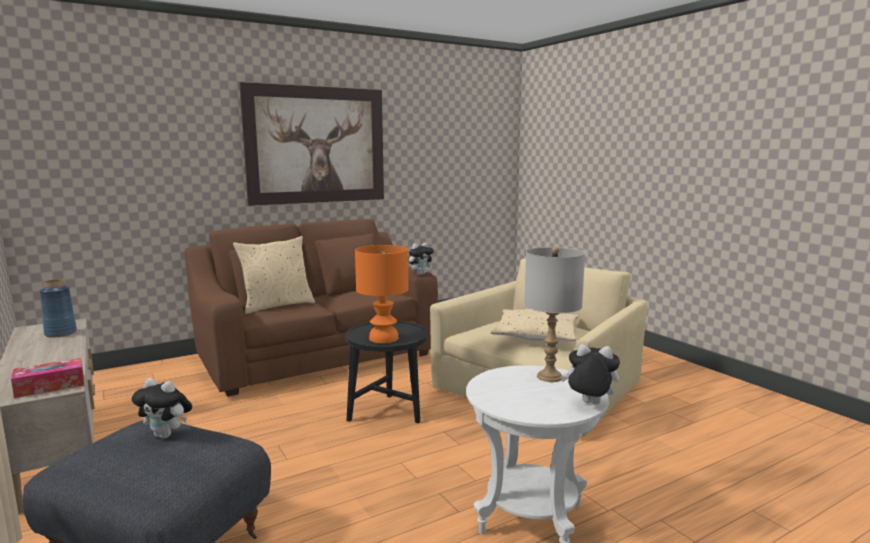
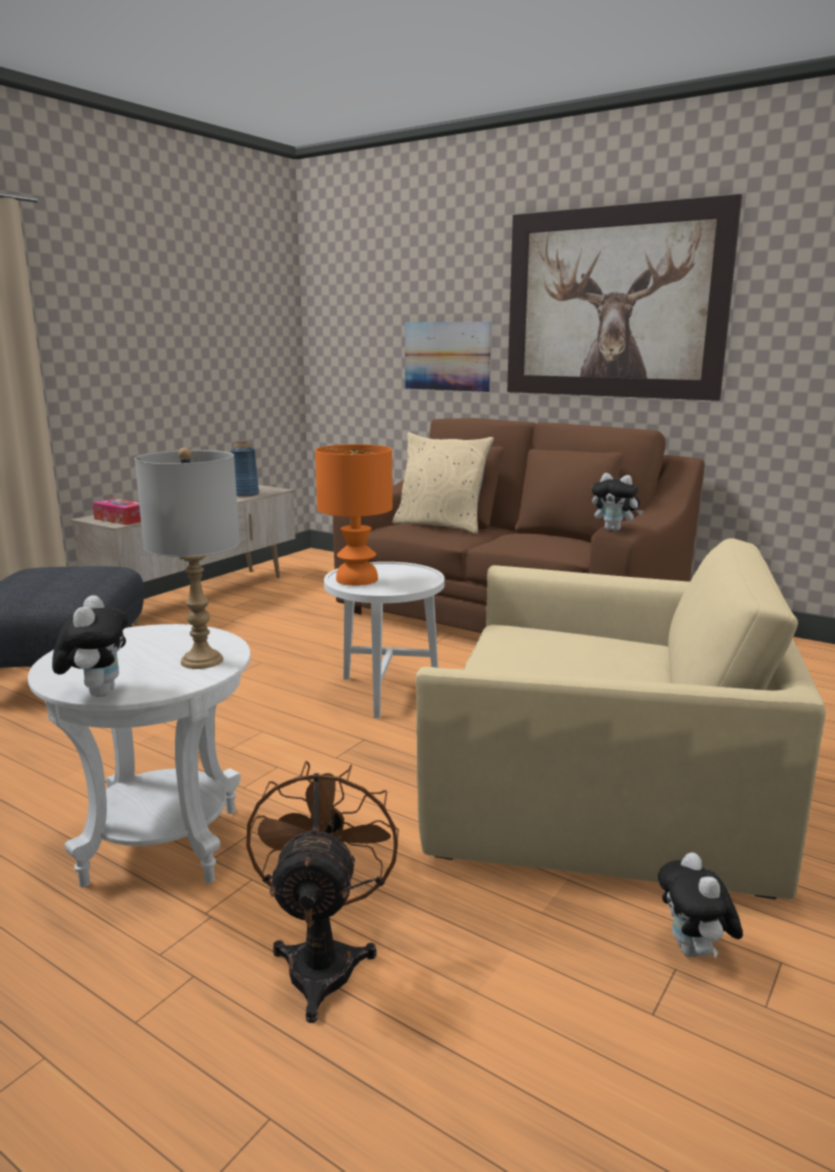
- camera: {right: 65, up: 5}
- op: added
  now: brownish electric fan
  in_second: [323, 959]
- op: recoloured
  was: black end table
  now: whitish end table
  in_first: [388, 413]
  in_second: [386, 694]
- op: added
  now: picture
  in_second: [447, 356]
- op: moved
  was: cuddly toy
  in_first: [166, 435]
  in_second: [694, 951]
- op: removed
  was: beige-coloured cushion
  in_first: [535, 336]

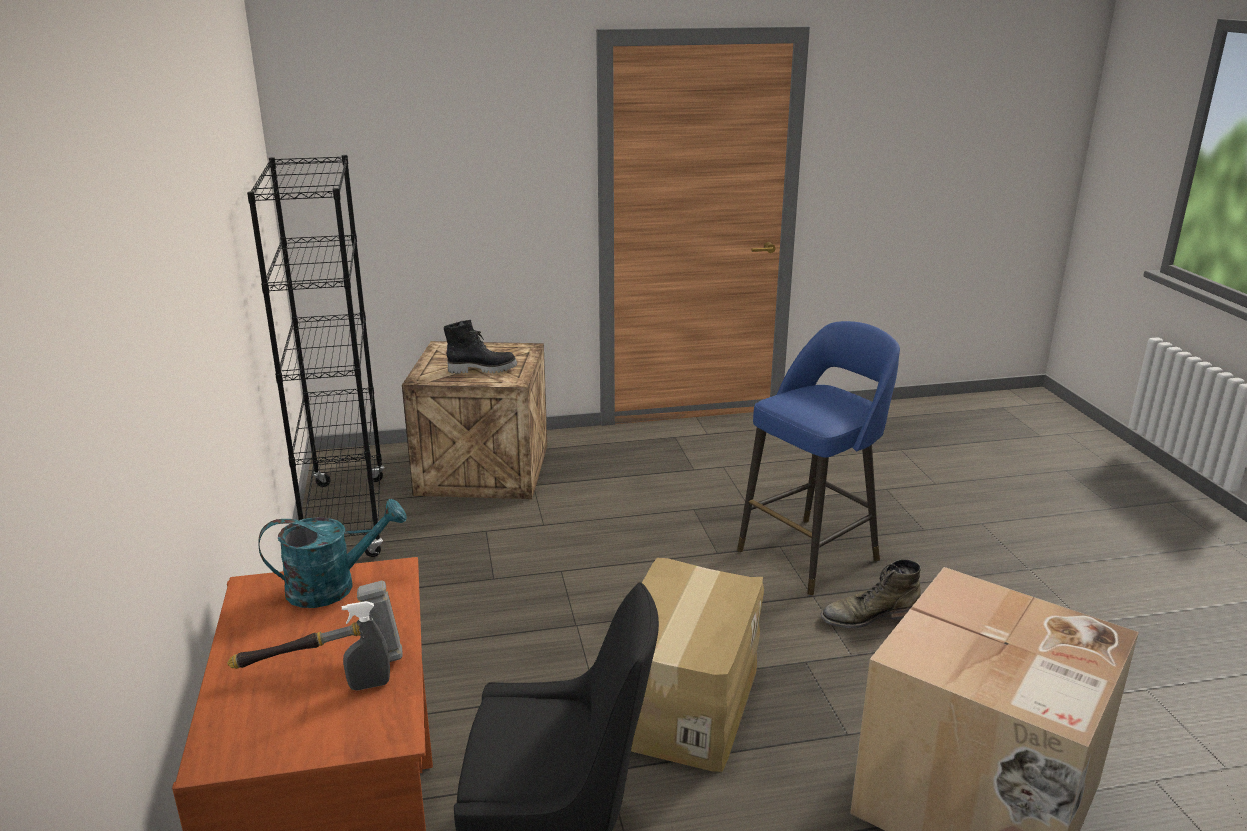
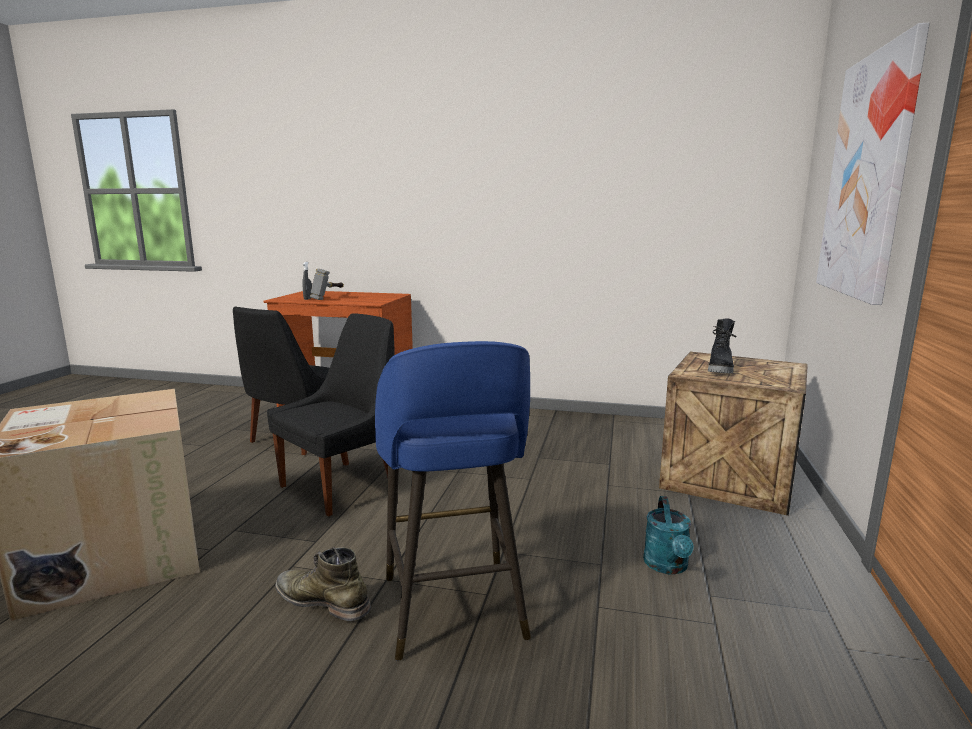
- camera: {right: 115, up: -10}
- op: replaced
  was: cardboard box
  now: black plain chair
  in_first: [684, 702]
  in_second: [342, 486]
- op: turned
  was: green boot
  in_first: [868, 615]
  in_second: [322, 600]
  clockwise: -75
- op: moved
  was: turquoise watering pot
  in_first: [333, 586]
  in_second: [667, 567]
- op: added
  now: picture
  in_second: [868, 177]
- op: removed
  was: black shelving unit
  in_first: [346, 519]

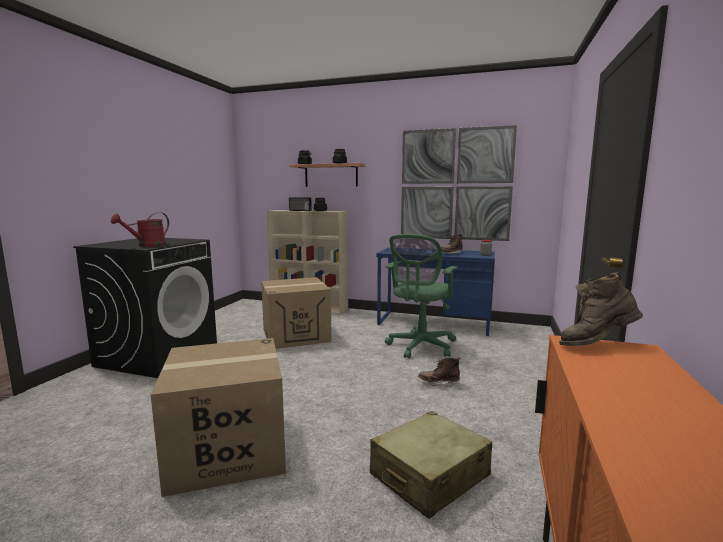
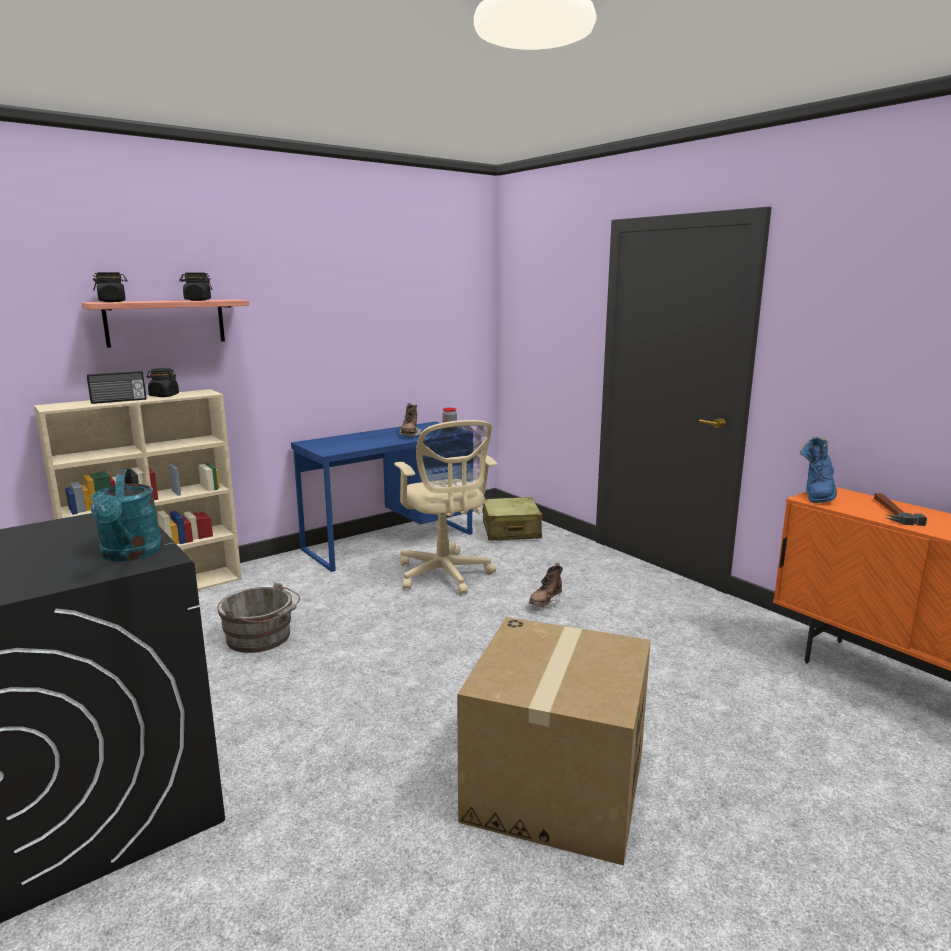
- camera: {right: -55, up: 5}
- op: recoloured
  was: red watering pot
  now: turquoise watering pot
  in_first: [147, 246]
  in_second: [130, 554]
- op: replaced
  was: cardboard box
  now: greyish water bucket
  in_first: [296, 335]
  in_second: [262, 638]
- op: recoloured
  was: green computer chair
  now: beige-coloured computer chair
  in_first: [420, 347]
  in_second: [445, 576]
- op: moved
  was: beige-coloured suitcase
  in_first: [429, 476]
  in_second: [510, 530]
- op: recoloured
  was: brownish boot
  now: blue boot
  in_first: [596, 344]
  in_second: [817, 495]
- op: added
  now: hand hammer
  in_second: [891, 511]
- op: removed
  was: picture
  in_first: [455, 185]

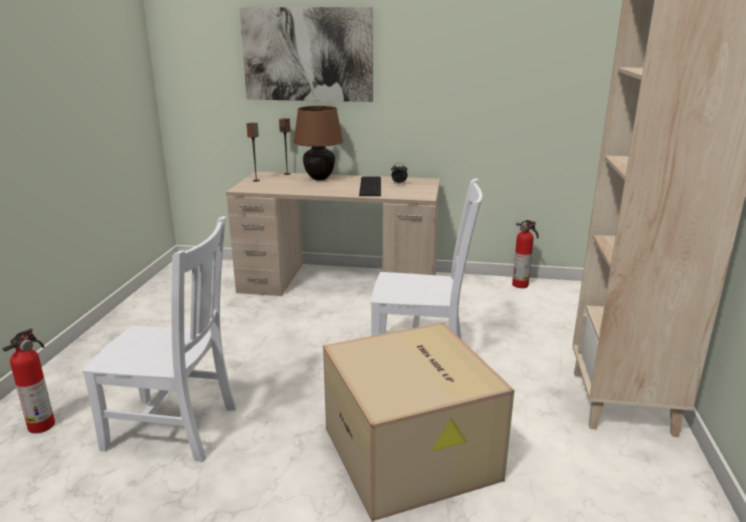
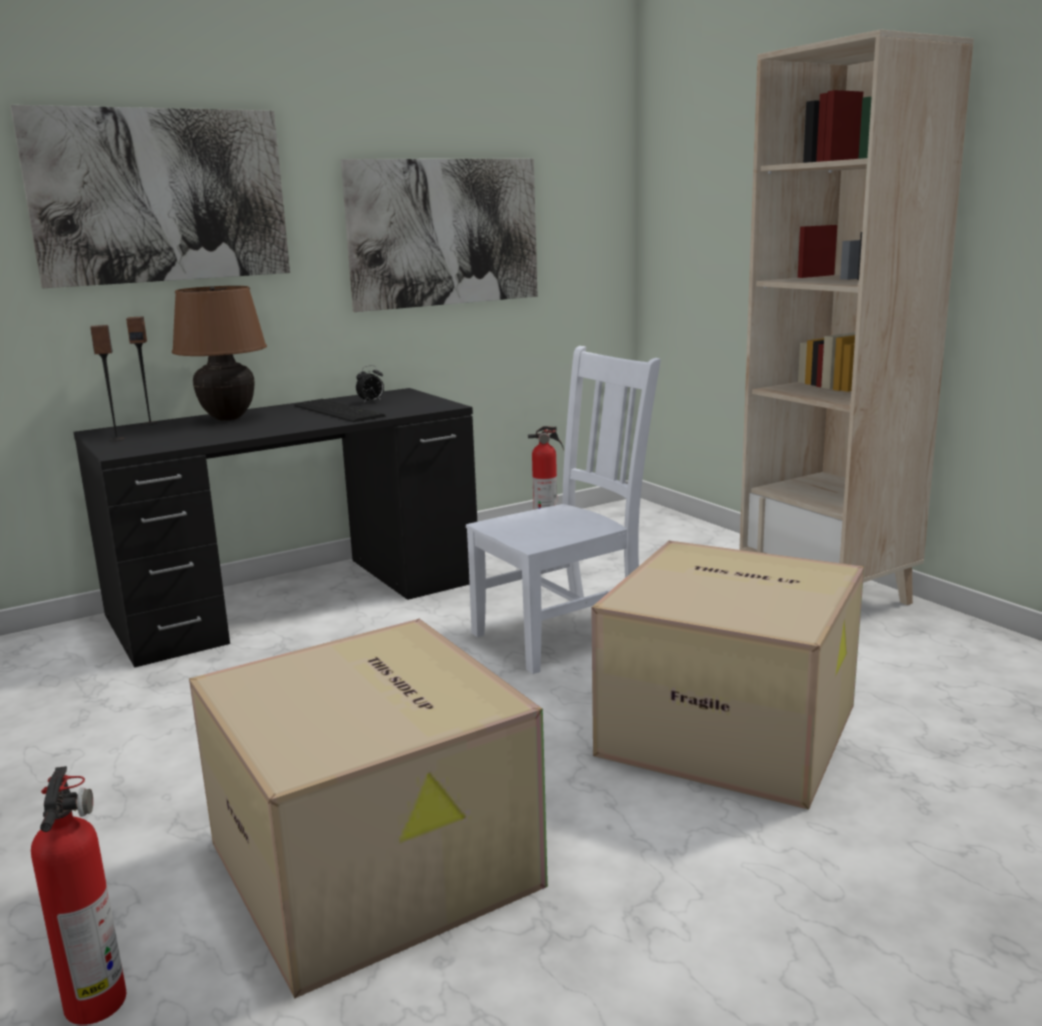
- camera: {right: -40, up: -5}
- op: recoloured
  was: beige-coloured desk unit
  now: black desk unit
  in_first: [340, 283]
  in_second: [299, 598]
- op: replaced
  was: whitish plain chair
  now: cardboard box
  in_first: [176, 428]
  in_second: [378, 865]
- op: added
  now: picture
  in_second: [444, 232]

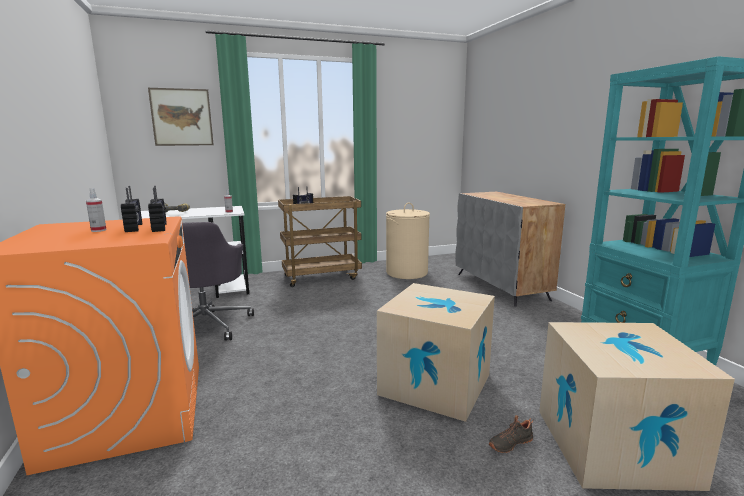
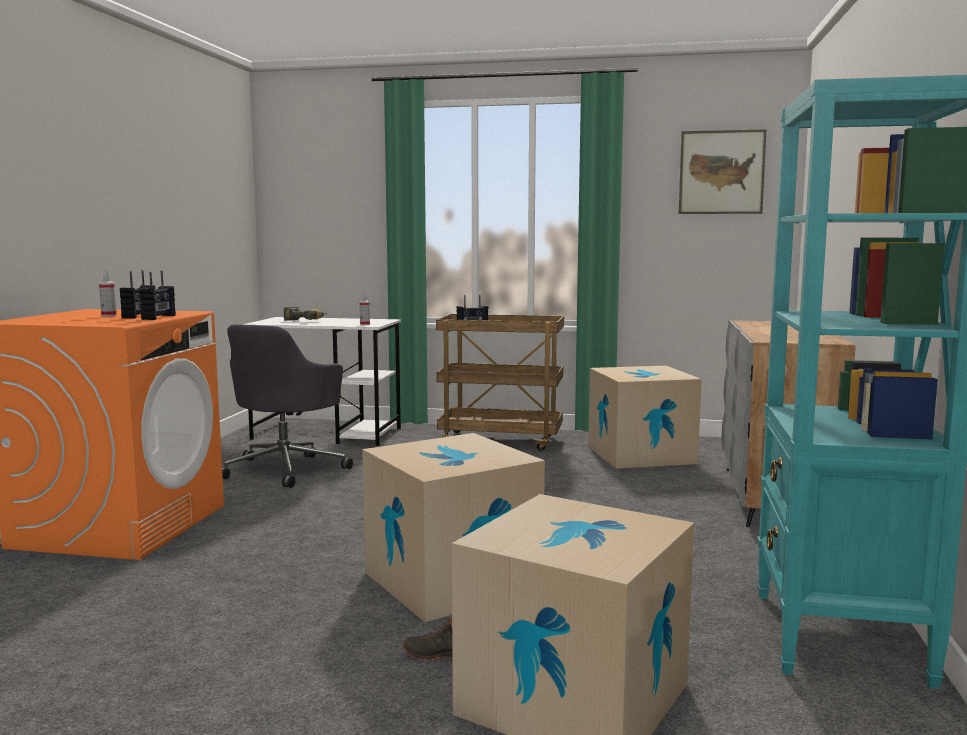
- camera: {right: 30, up: -5}
- op: replaced
  was: beige-coloured hamper
  now: cardboard box
  in_first: [407, 273]
  in_second: [641, 455]
- op: moved
  was: picture
  in_first: [182, 117]
  in_second: [721, 172]

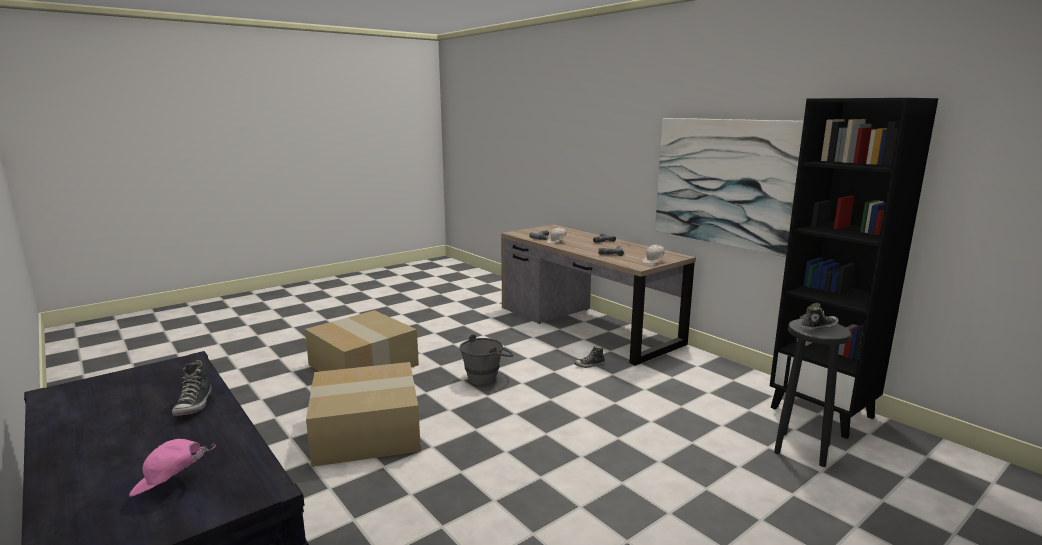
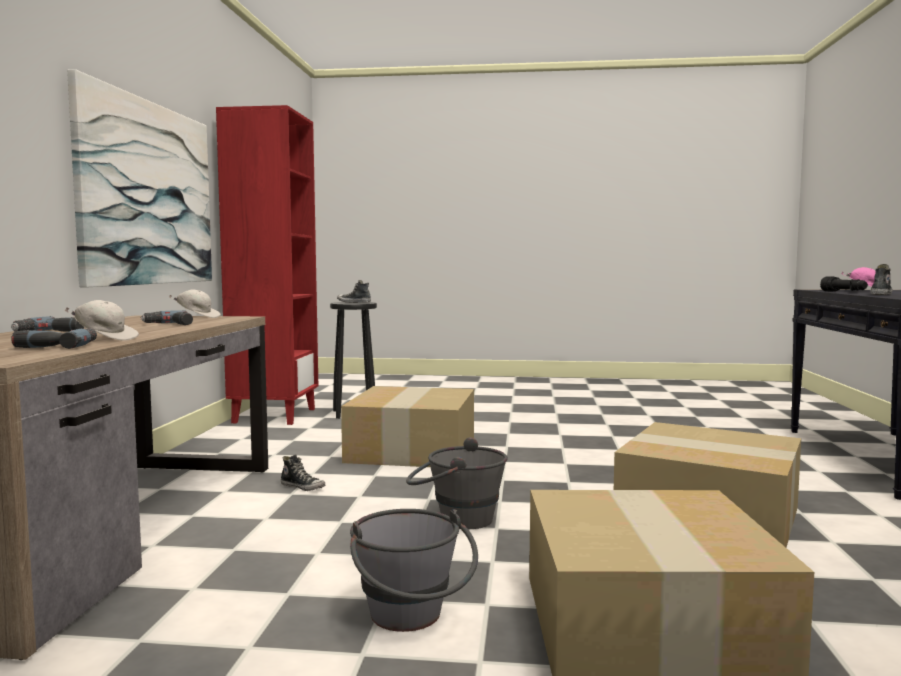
- camera: {right: -135, up: -10}
- op: recoloured
  was: black shelving unit
  now: red shelving unit
  in_first: [822, 412]
  in_second: [274, 415]
- op: added
  now: cardboard box
  in_second: [410, 449]
- op: added
  now: greyish water bucket
  in_second: [411, 621]
- op: added
  now: black flashlight
  in_second: [844, 292]

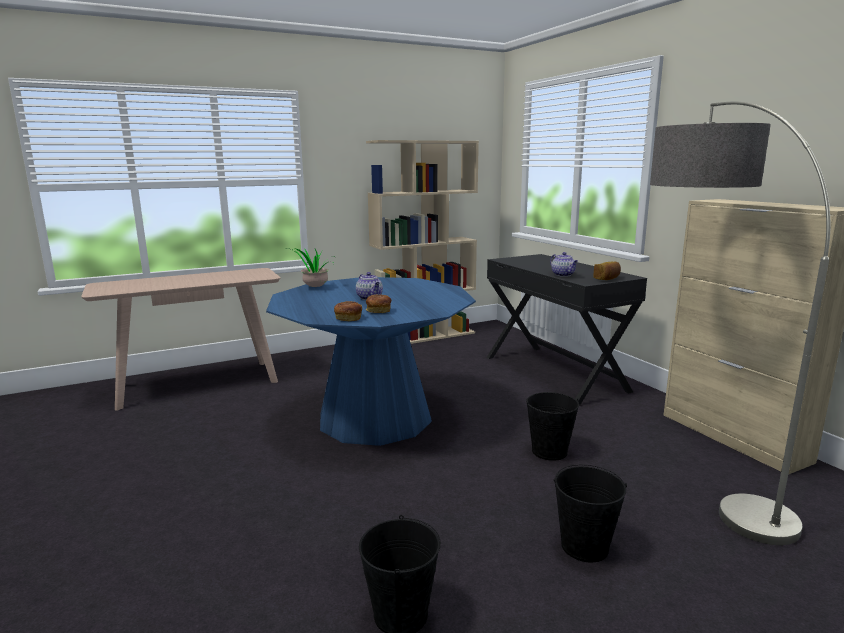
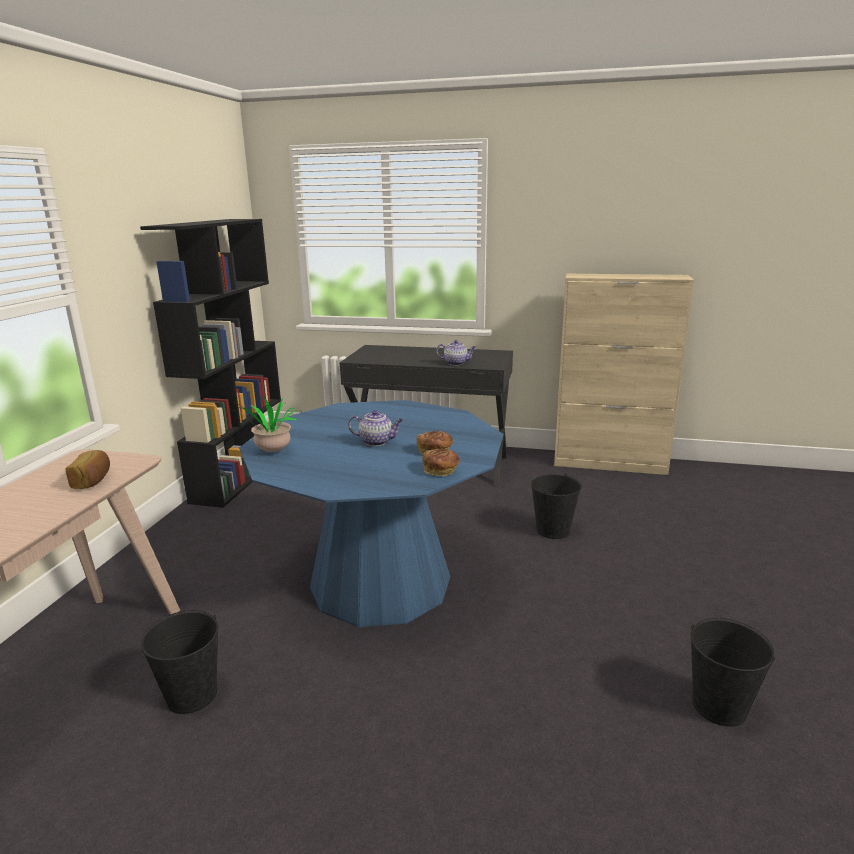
- camera: {right: -50, up: 5}
- op: moved
  was: baked bread
  in_first: [607, 279]
  in_second: [93, 480]
- op: recoloured
  was: beige-coloured shelving unit
  now: black shelving unit
  in_first: [424, 336]
  in_second: [240, 475]
- op: moved
  was: black water bucket
  in_first: [585, 546]
  in_second: [192, 695]
- op: removed
  was: floor lamp
  in_first: [695, 476]

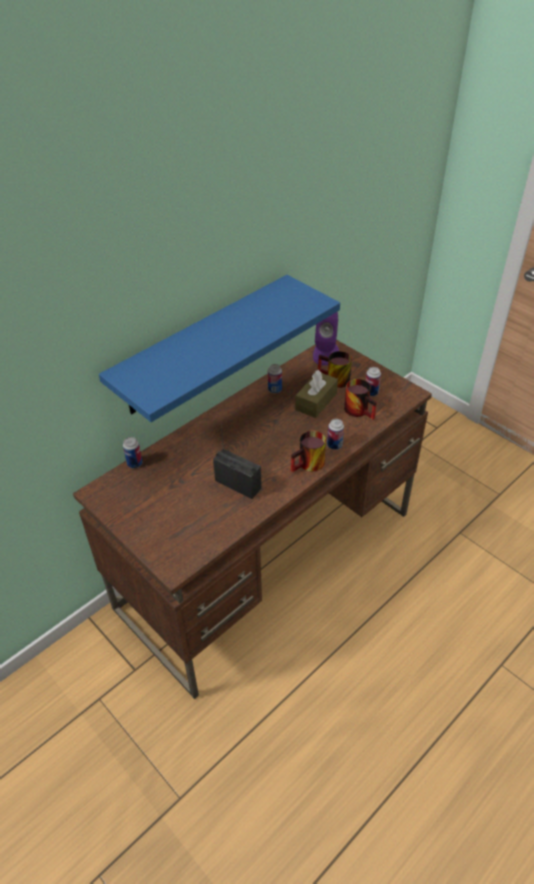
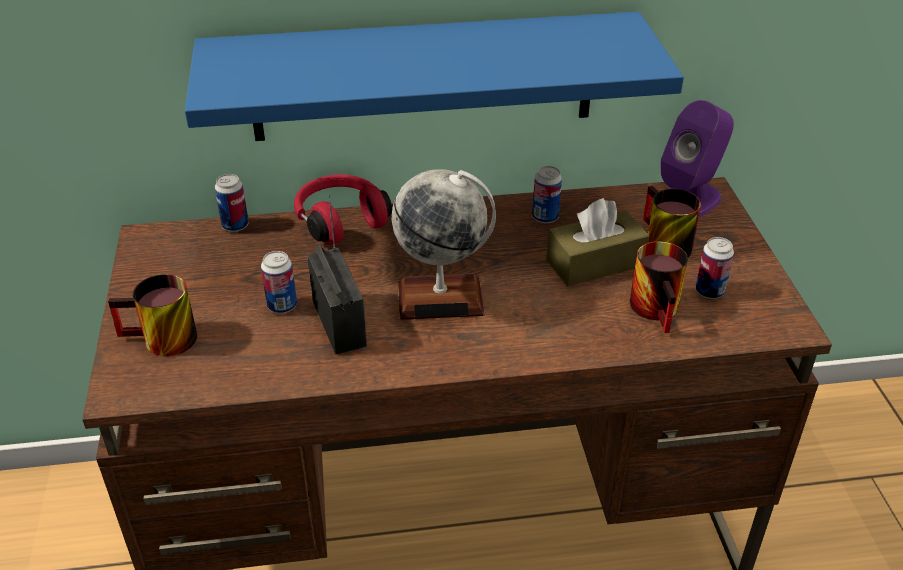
- camera: {right: 35, up: -5}
- op: moved
  was: tea mug
  in_first: [309, 465]
  in_second: [160, 342]
- op: moved
  was: sealed can
  in_first: [334, 445]
  in_second: [282, 306]
- op: added
  now: red headset
  in_second: [340, 220]
- op: added
  now: desk globe
  in_second: [440, 298]

